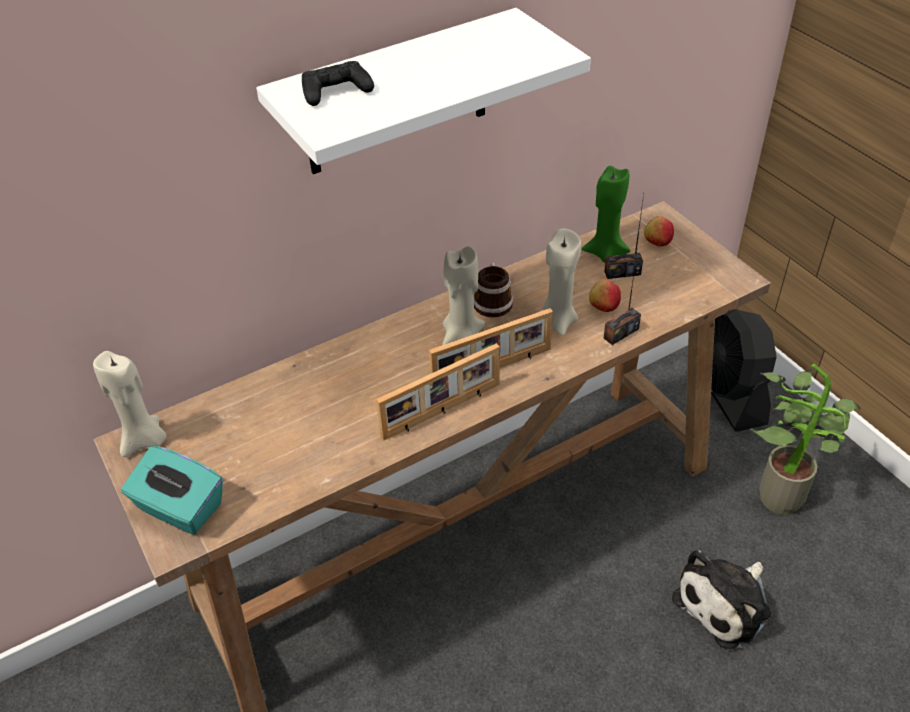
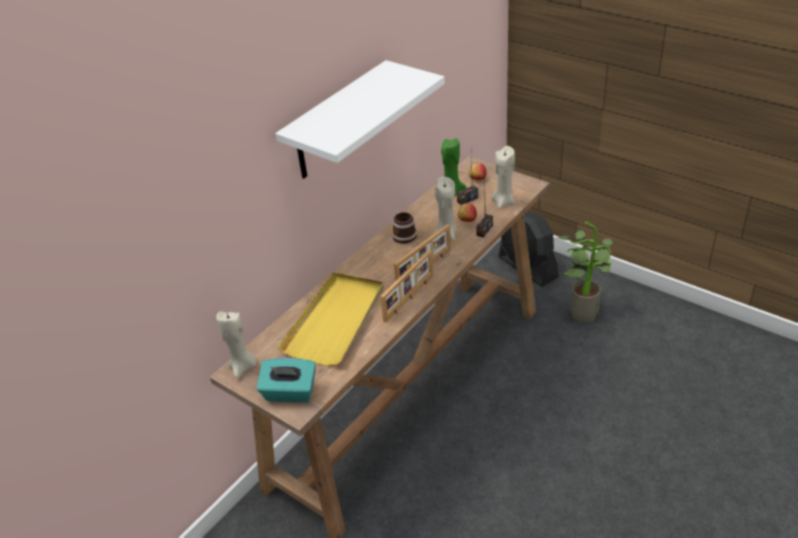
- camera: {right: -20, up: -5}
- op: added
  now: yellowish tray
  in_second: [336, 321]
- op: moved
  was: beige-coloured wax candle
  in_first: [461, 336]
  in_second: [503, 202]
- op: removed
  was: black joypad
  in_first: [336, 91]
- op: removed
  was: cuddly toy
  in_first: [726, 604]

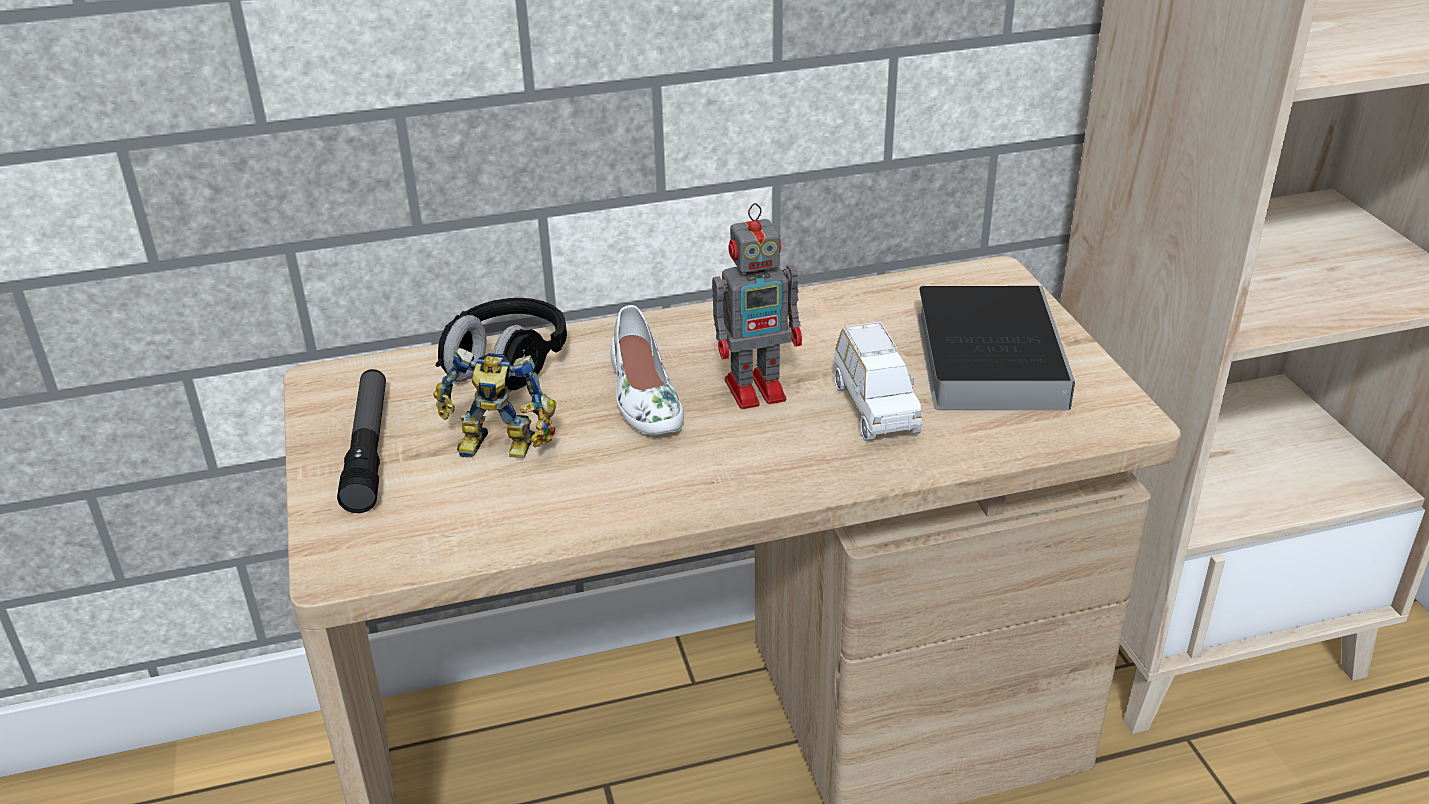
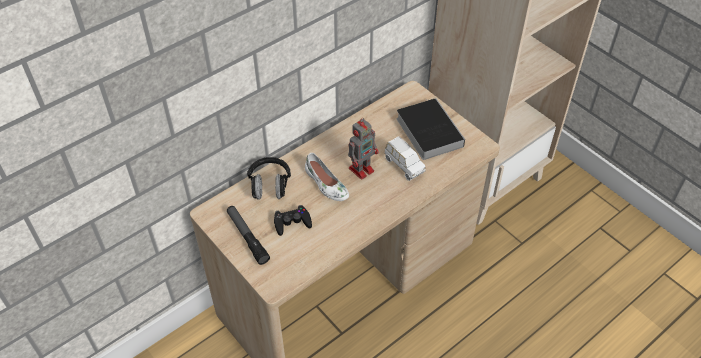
- camera: {right: -25, up: 15}
- op: replaced
  was: model robot
  now: black joypad
  in_first: [498, 449]
  in_second: [292, 222]

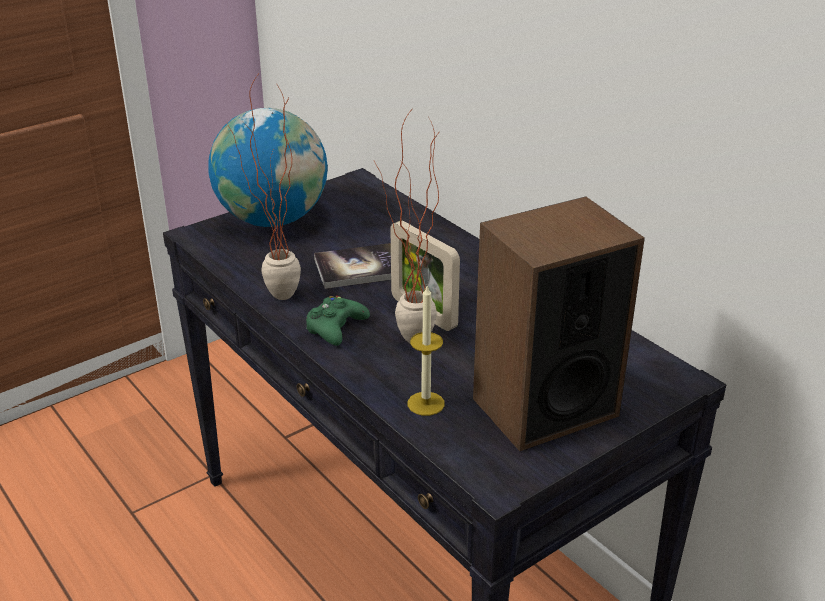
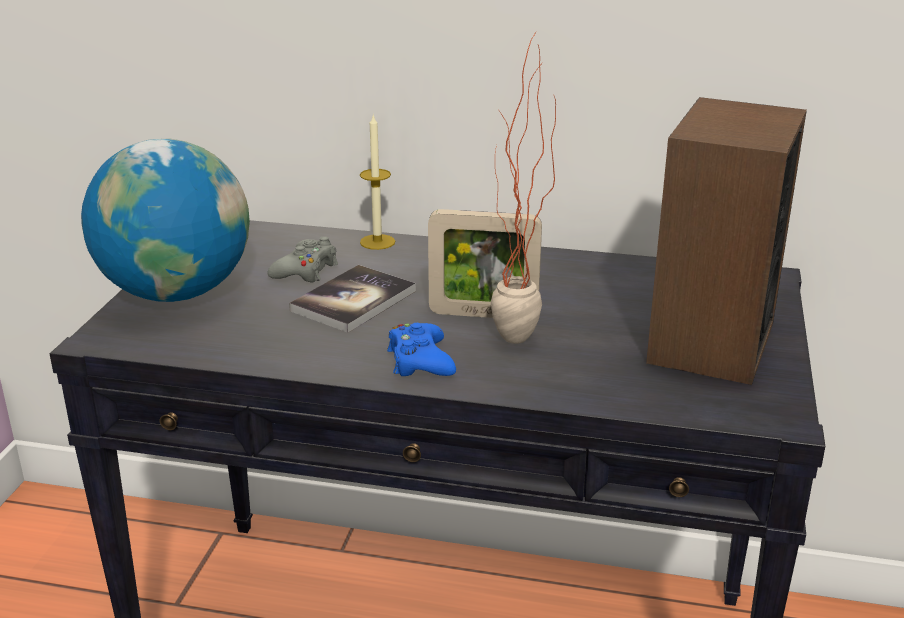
- camera: {right: -40, up: -5}
- op: added
  now: greyish joypad
  in_second: [306, 270]
- op: moved
  was: wax candle
  in_first: [426, 403]
  in_second: [377, 242]
- op: recoloured
  was: green joypad
  now: blue joypad
  in_first: [335, 327]
  in_second: [420, 361]
- op: removed
  was: houseplant
  in_first: [273, 300]

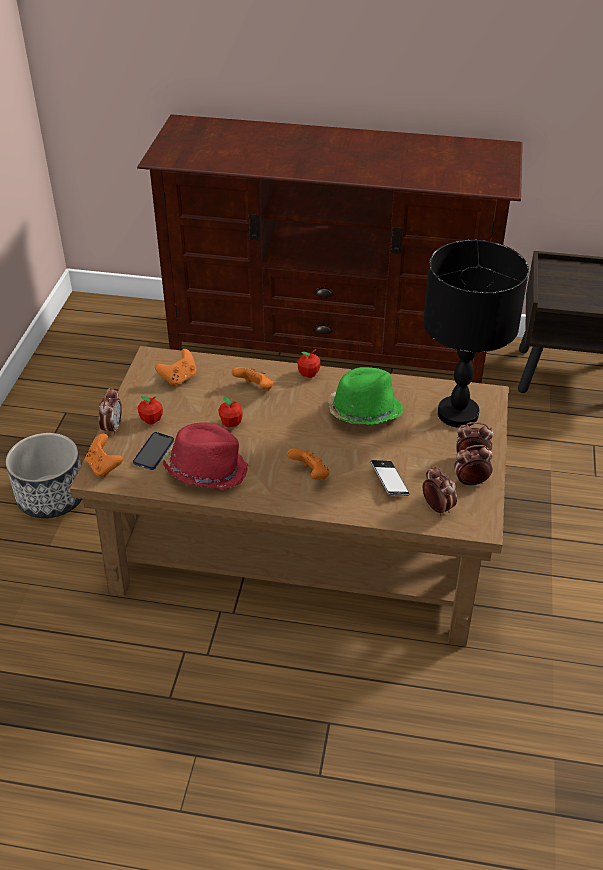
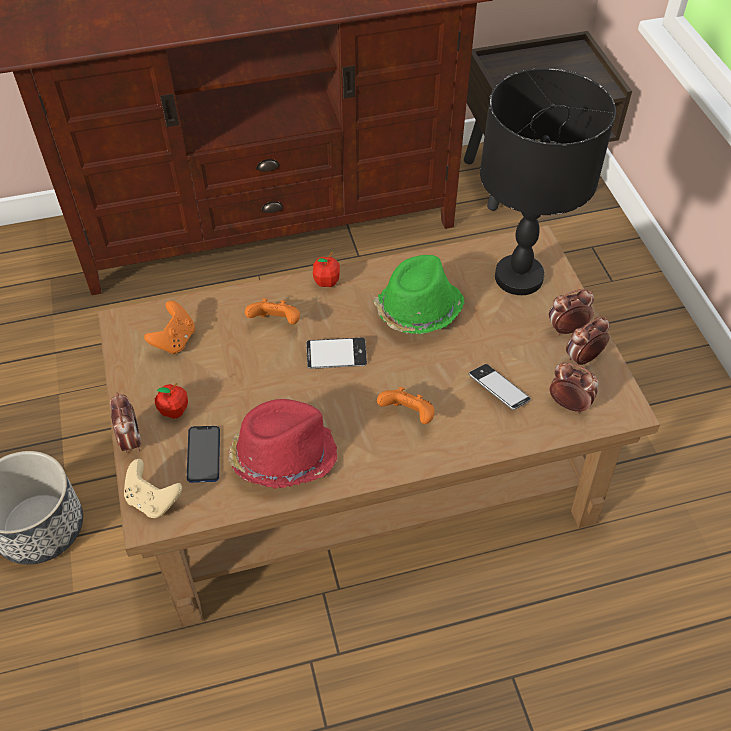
- camera: {right: -25, up: 10}
- op: recoloured
  was: orange-coloured joypad
  now: beige-coloured joypad
  in_first: [104, 467]
  in_second: [153, 500]
- op: added
  now: handset
  in_second: [336, 356]
- op: removed
  was: apple fruit
  in_first: [231, 423]

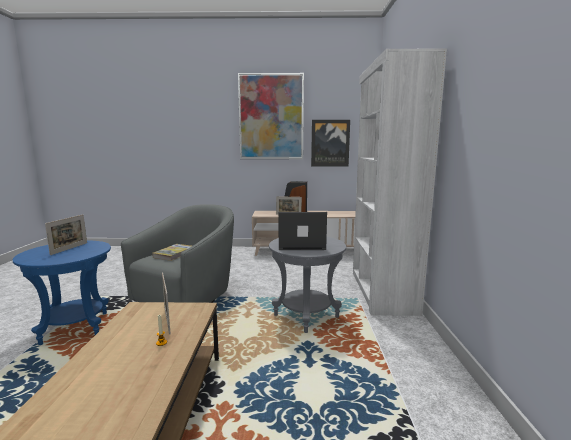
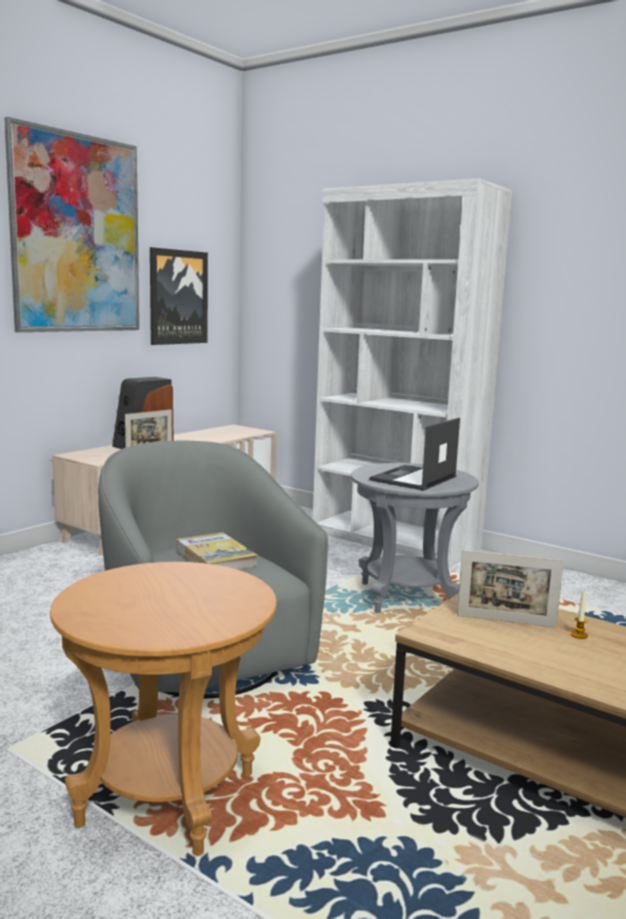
- camera: {right: -55, up: 0}
- op: recoloured
  was: blue end table
  now: brownish end table
  in_first: [75, 328]
  in_second: [168, 798]
- op: removed
  was: picture frame
  in_first: [69, 248]

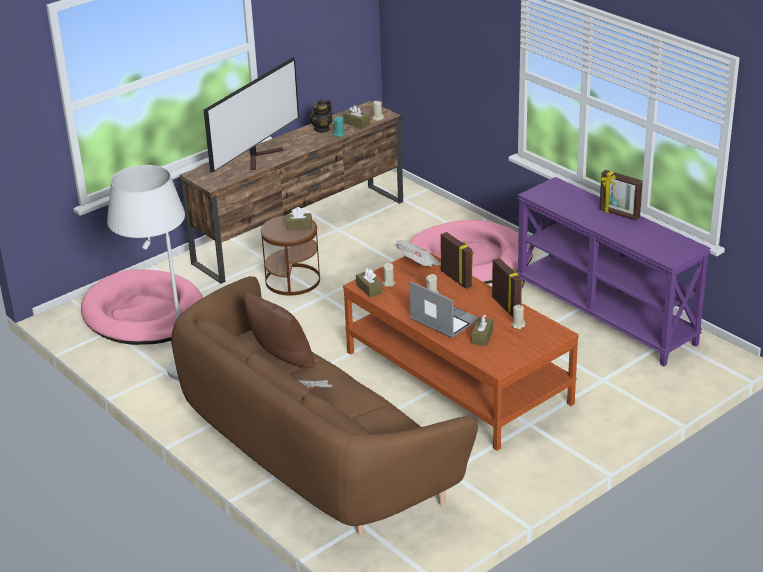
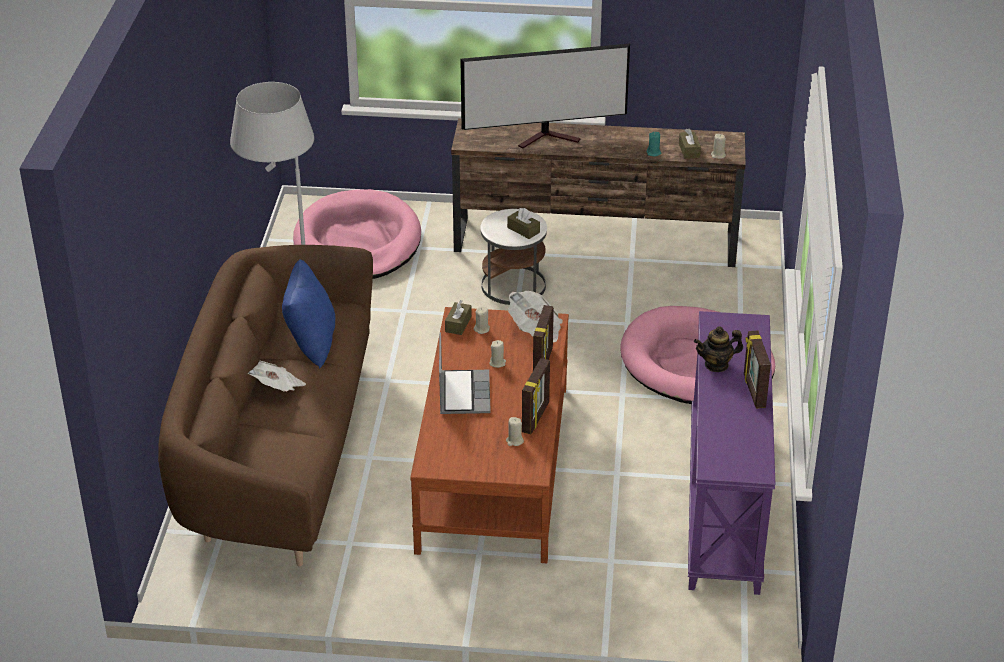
- camera: {right: 45, up: 5}
- op: recoloured
  was: brownish cushion
  now: blue cushion
  in_first: [281, 359]
  in_second: [311, 343]
- op: recoloured
  was: brownish end table
  now: whitish end table
  in_first: [293, 280]
  in_second: [514, 285]
- op: moved
  was: teapot
  in_first: [322, 129]
  in_second: [716, 365]
- op: removed
  was: brownish tissue box
  in_first: [482, 336]

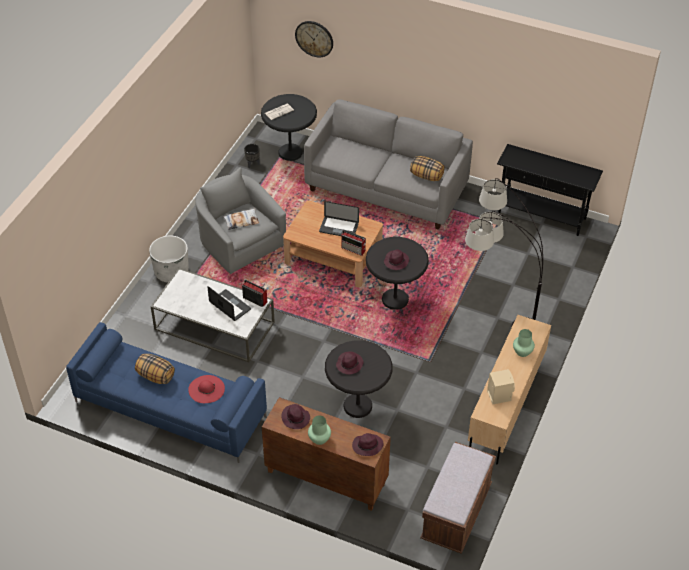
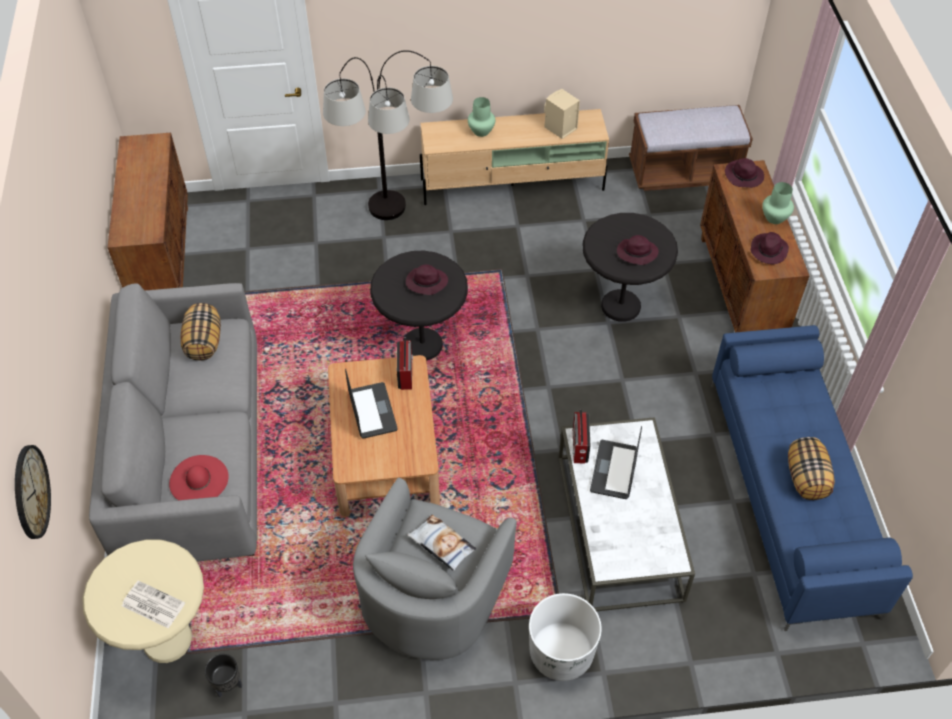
- camera: {right: -120, up: 5}
- op: recoloured
  was: black end table
  now: beige-coloured end table
  in_first: [290, 153]
  in_second: [167, 640]
- op: replaced
  was: black narrow table
  now: brownish cupboard
  in_first: [542, 216]
  in_second: [162, 259]
- op: moved
  was: red wearable hat
  in_first: [206, 389]
  in_second: [199, 480]

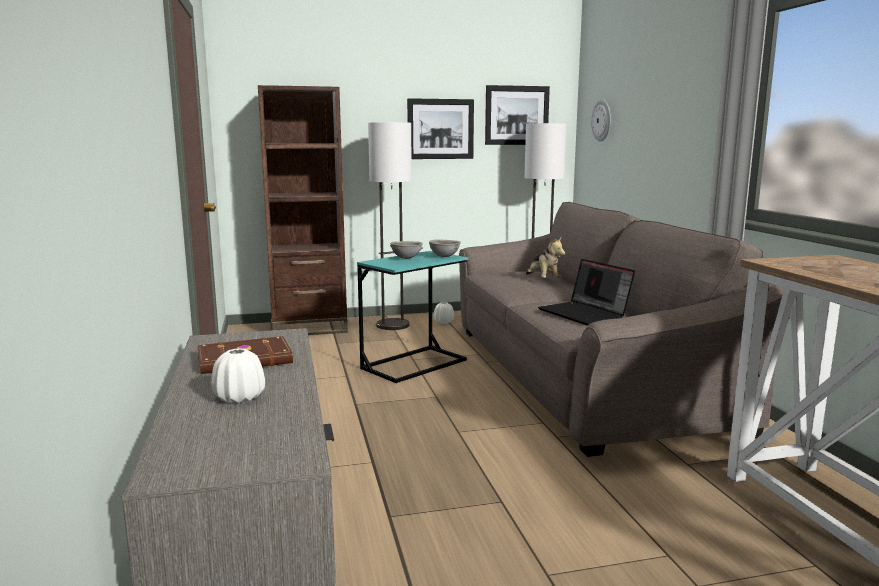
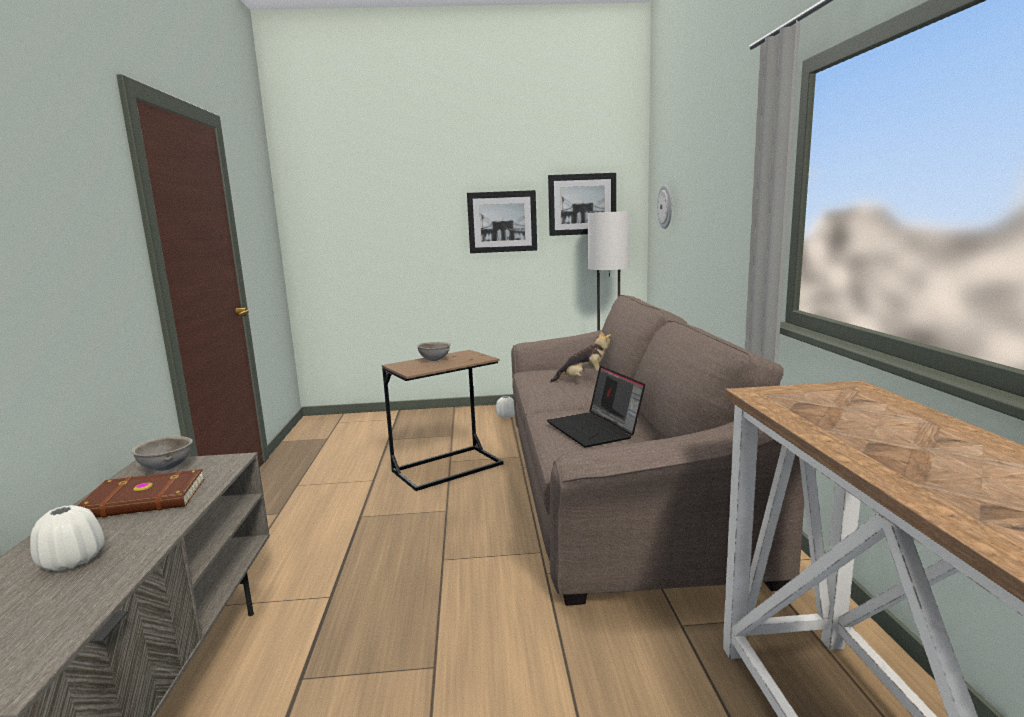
- camera: {right: 10, up: 0}
- op: moved
  was: greyish deep dish
  in_first: [444, 256]
  in_second: [167, 468]
- op: recoloured
  was: turquoise end table
  now: brownish end table
  in_first: [414, 364]
  in_second: [448, 467]
- op: turned
  was: cuddly toy
  in_first: [543, 280]
  in_second: [584, 381]
  clockwise: -75
- op: removed
  was: brownish shelving unit
  in_first: [309, 328]
- op: removed
  was: floor lamp
  in_first: [393, 325]

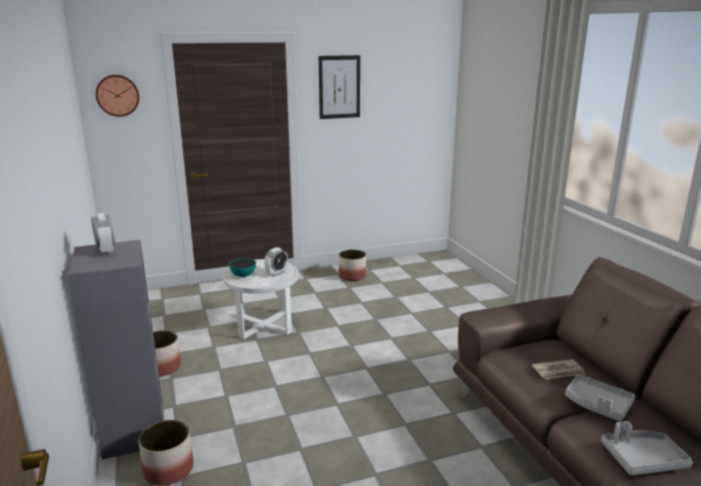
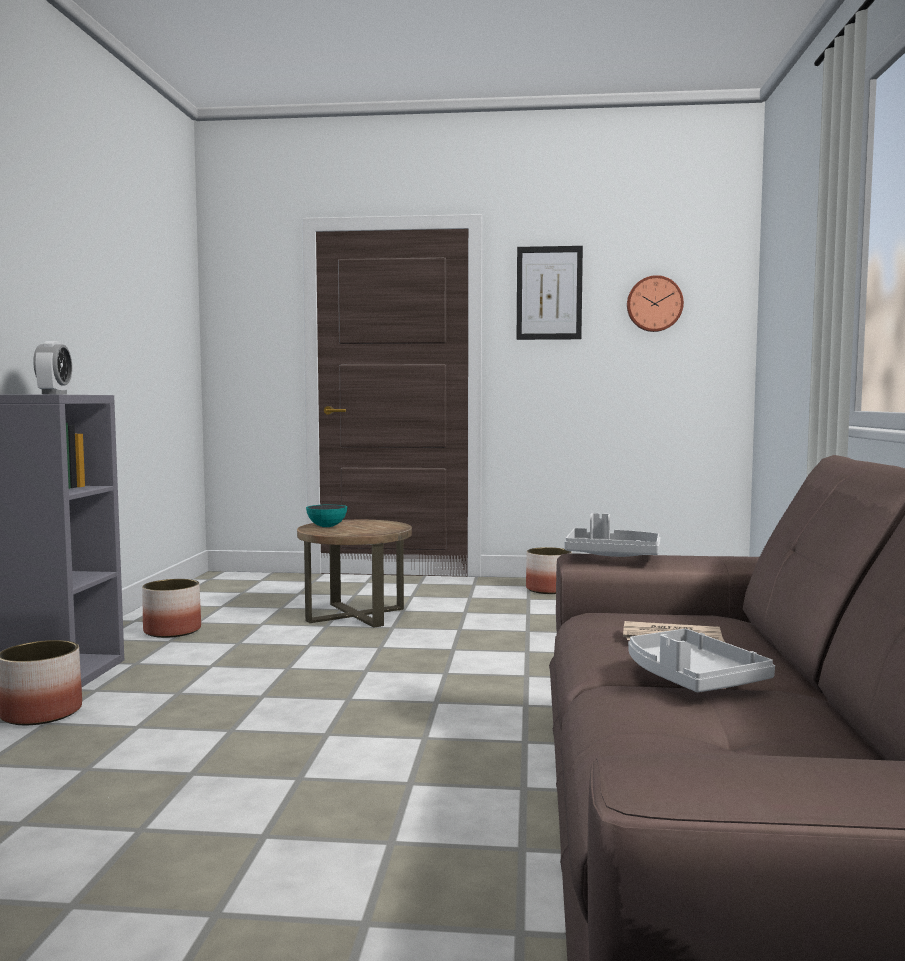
- camera: {right: 25, up: -15}
- op: recoloured
  was: whitish end table
  now: brownish end table
  in_first: [264, 324]
  in_second: [355, 615]
- op: moved
  was: greyish tray
  in_first: [642, 459]
  in_second: [612, 555]
- op: moved
  was: hanging clock
  in_first: [117, 95]
  in_second: [654, 304]
- op: removed
  was: bedside clock
  in_first: [276, 273]

